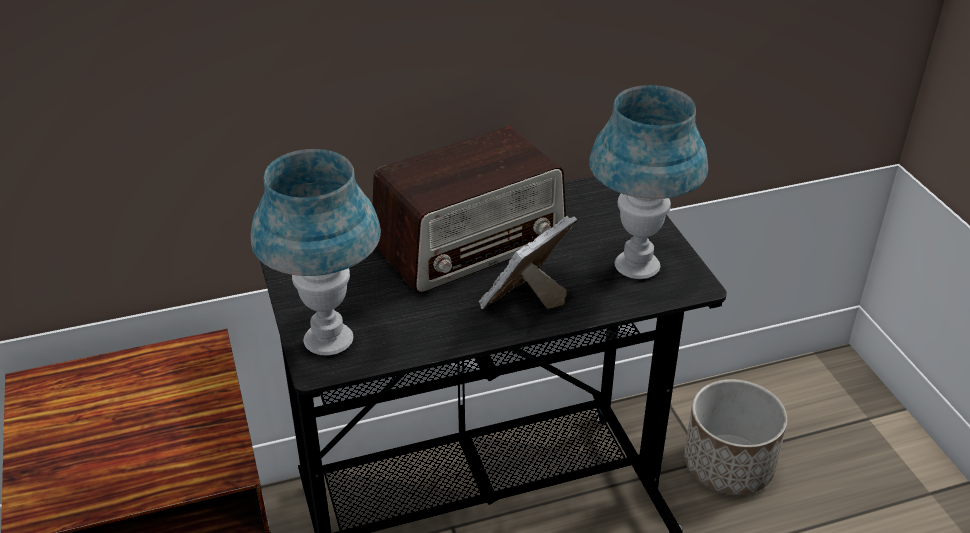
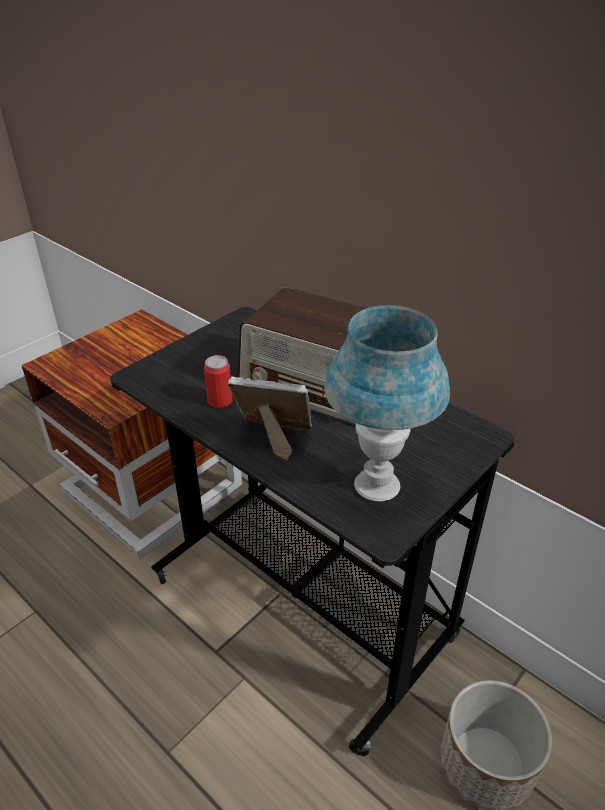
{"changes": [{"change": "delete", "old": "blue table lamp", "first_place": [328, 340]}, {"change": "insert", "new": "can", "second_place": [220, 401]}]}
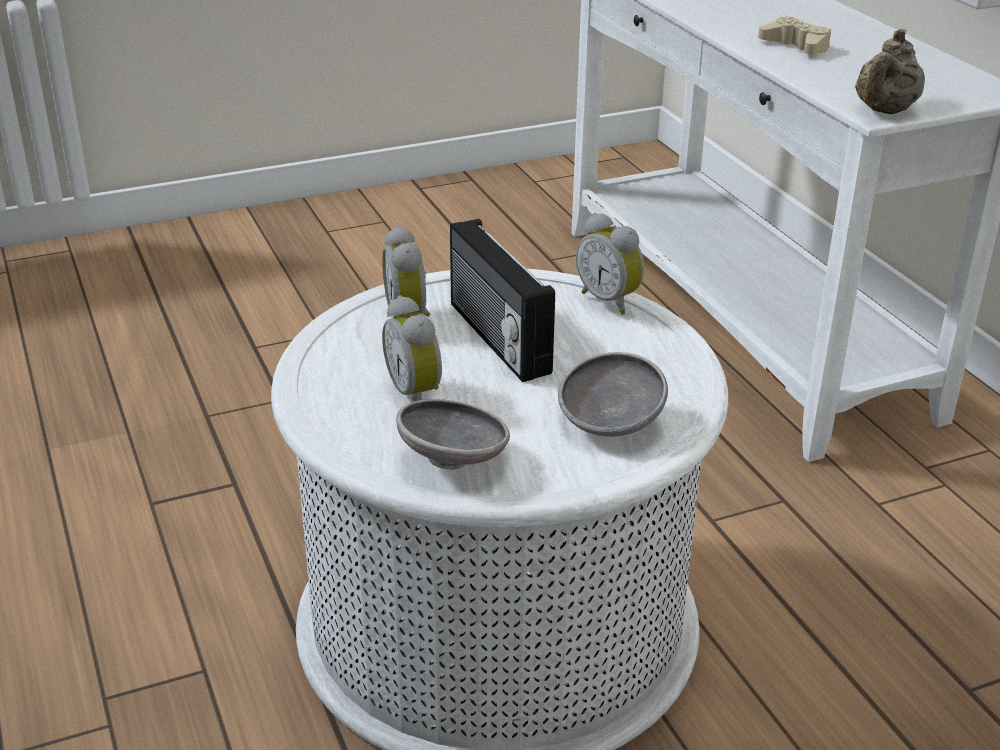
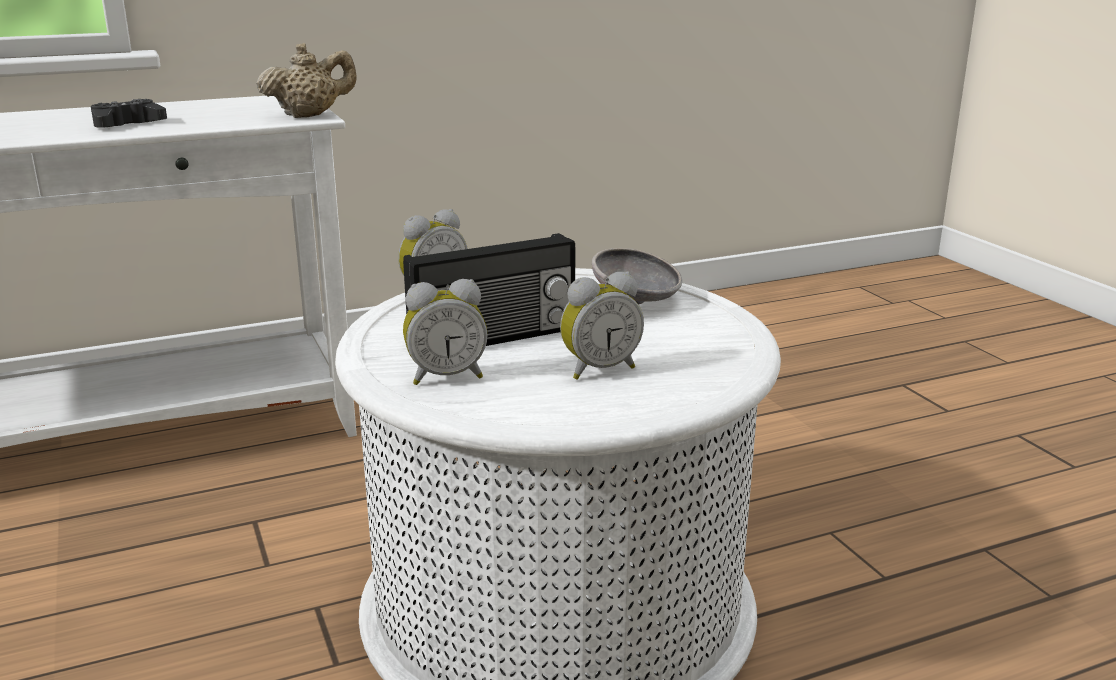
{"changes": [{"change": "delete", "old": "grey bowl", "first_place": [455, 459]}, {"change": "recolor", "old": "beige game controller", "new": "black game controller", "first_place": [796, 46], "second_place": [127, 124]}, {"change": "rotate", "old": "beige teapot", "first_place": [884, 111], "second_place": [310, 116], "degrees": -60}]}
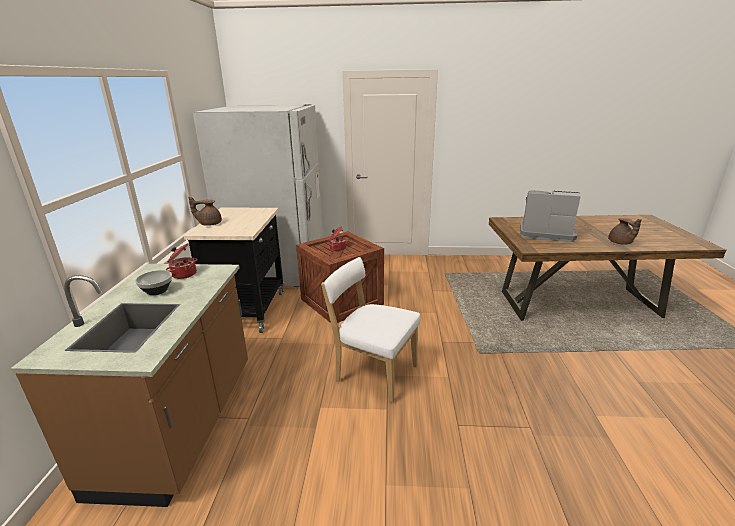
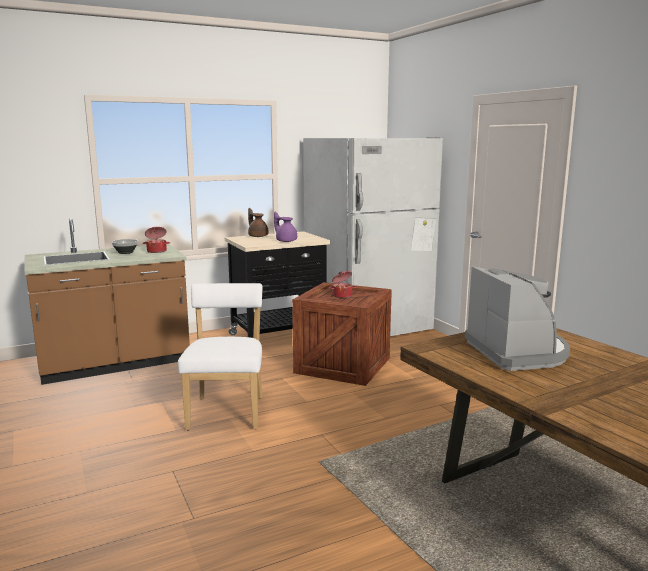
{"changes": [{"change": "delete", "old": "brown teapot", "first_place": [620, 243]}, {"change": "insert", "new": "purple teapot", "second_place": [285, 241]}]}
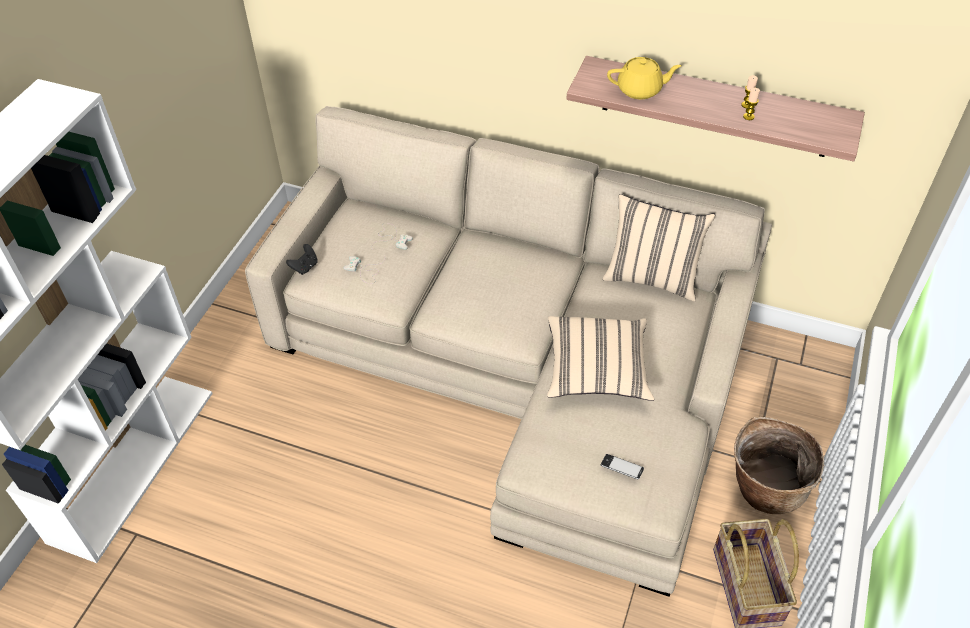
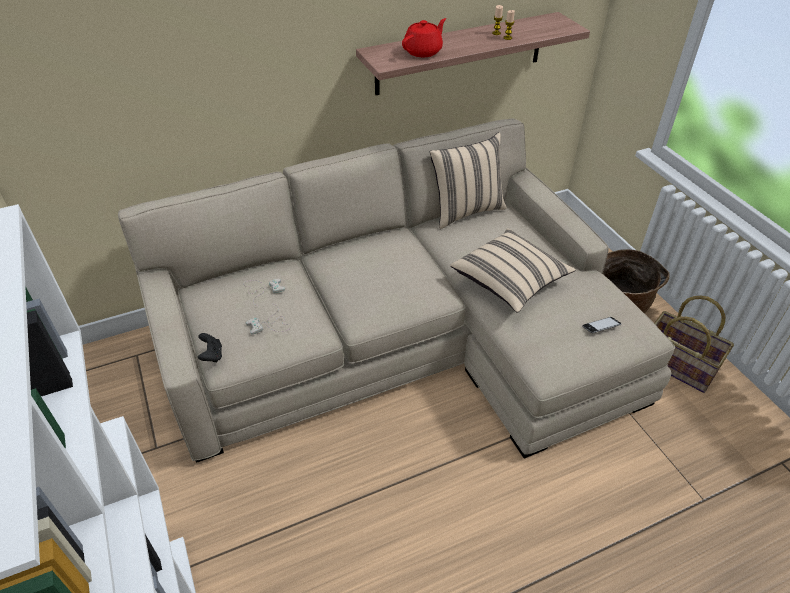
{"changes": [{"change": "recolor", "old": "yellow teapot", "new": "red teapot", "first_place": [640, 90], "second_place": [423, 51]}]}
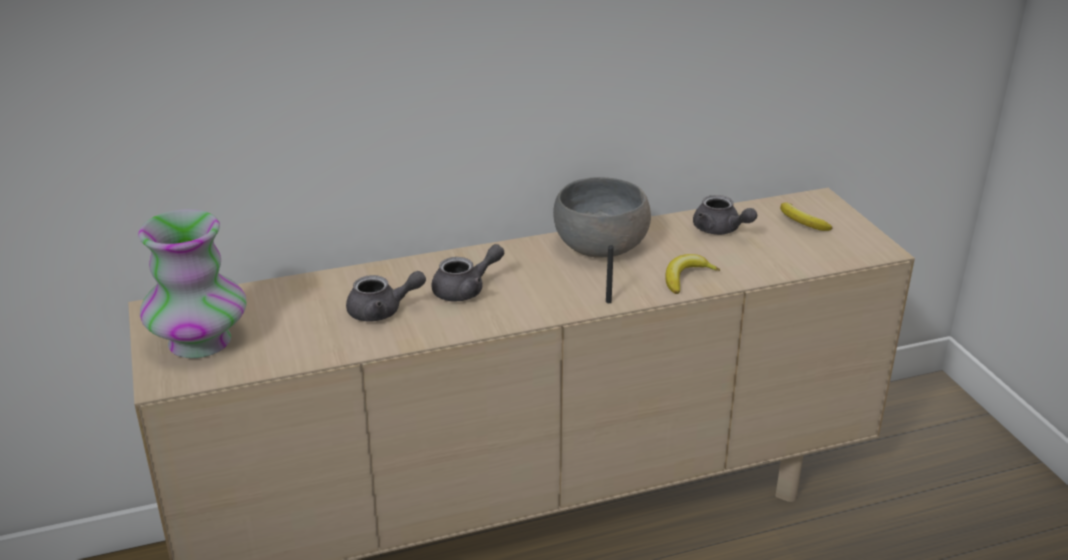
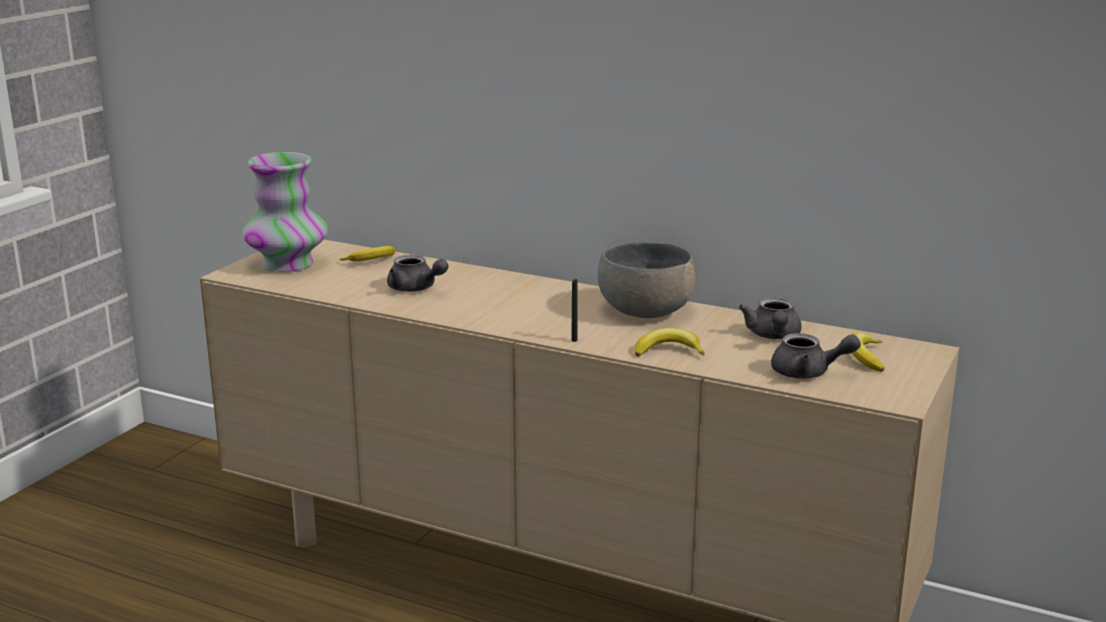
{"changes": [{"change": "move", "old": "grey teapot", "first_place": [466, 290], "second_place": [808, 373]}, {"change": "insert", "new": "banana", "second_place": [372, 261]}]}
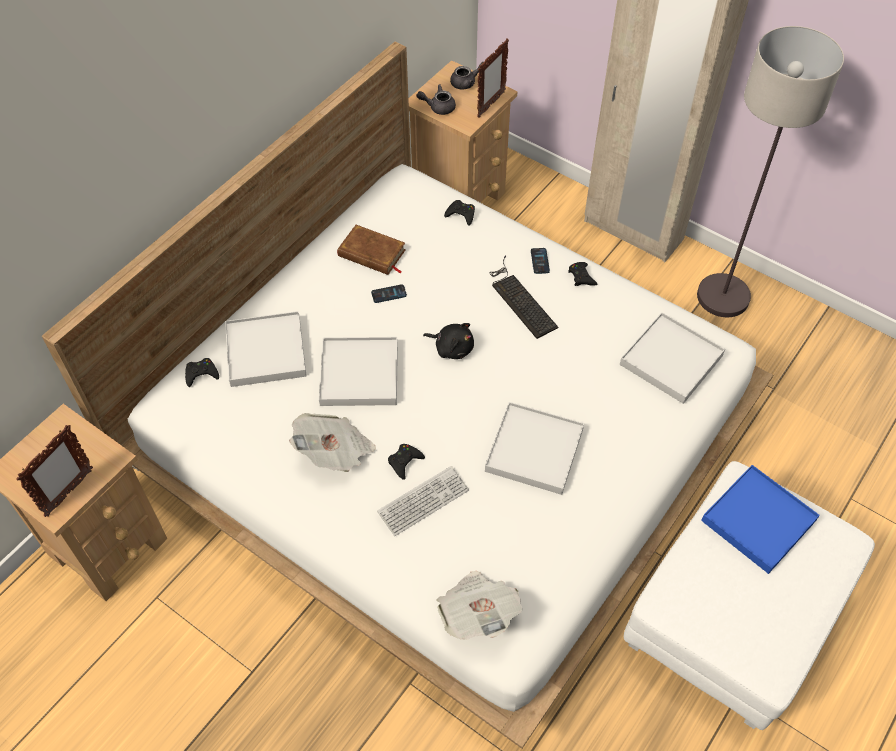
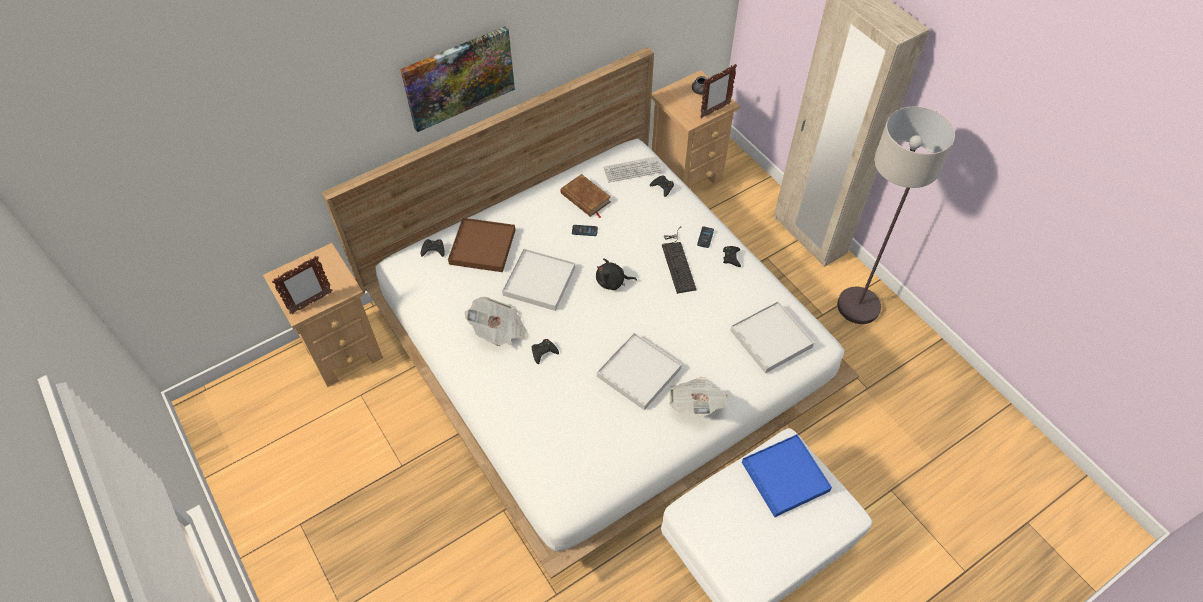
{"changes": [{"change": "recolor", "old": "white tray", "new": "brown tray", "first_place": [265, 351], "second_place": [482, 247]}, {"change": "move", "old": "keyboard", "first_place": [423, 501], "second_place": [632, 170]}, {"change": "delete", "old": "grey teapot", "first_place": [438, 107]}, {"change": "rotate", "old": "black plush toy", "first_place": [452, 348], "second_place": [612, 282], "degrees": 135}, {"change": "move", "old": "newspaper", "first_place": [477, 613], "second_place": [696, 403]}, {"change": "insert", "new": "picture", "second_place": [459, 77]}]}
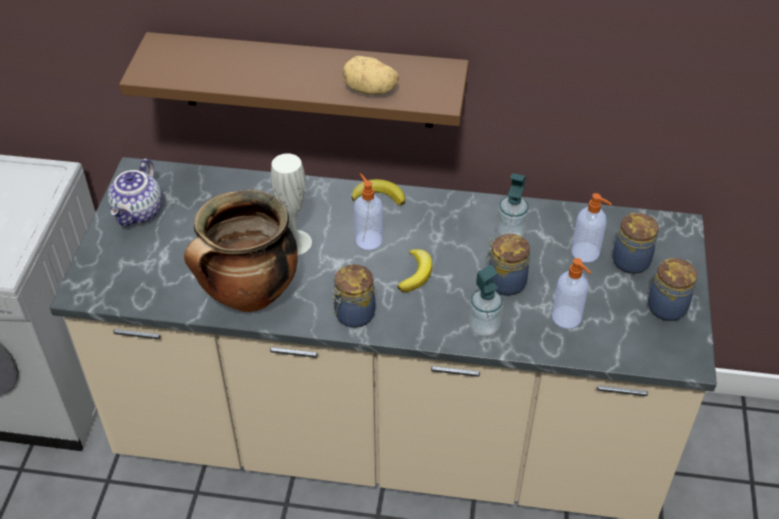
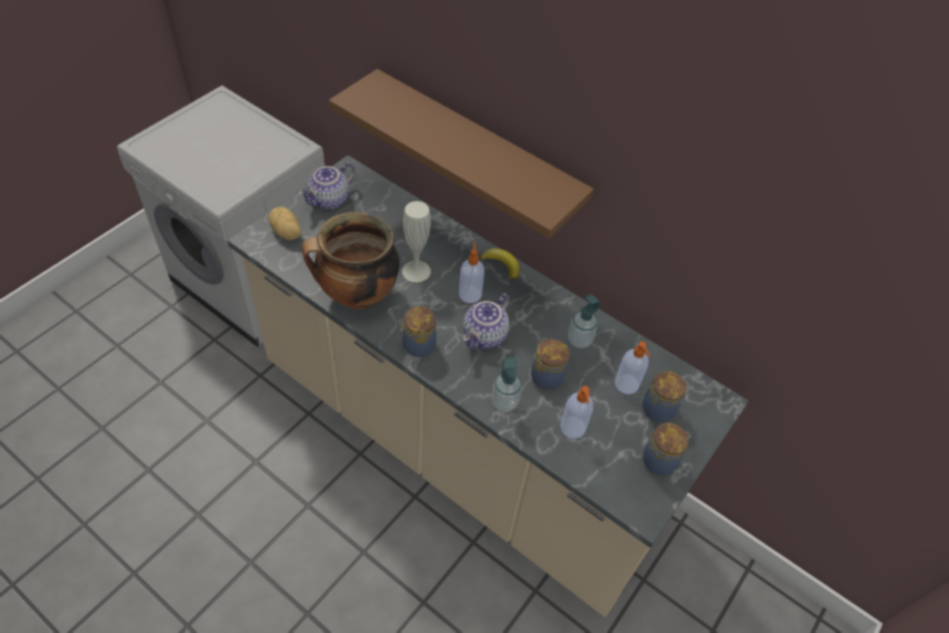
{"changes": [{"change": "move", "old": "potato", "first_place": [370, 91], "second_place": [286, 233]}, {"change": "replace", "old": "banana", "new": "teapot", "first_place": [416, 273], "second_place": [485, 336]}]}
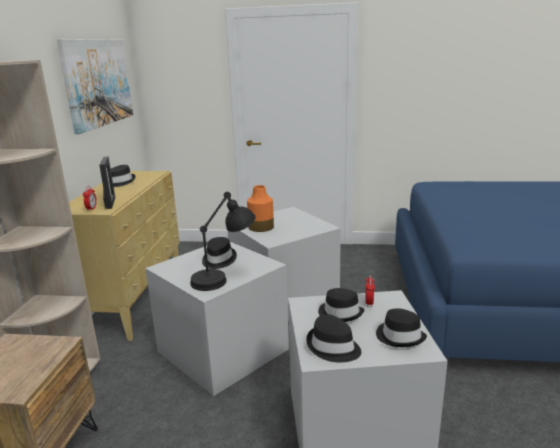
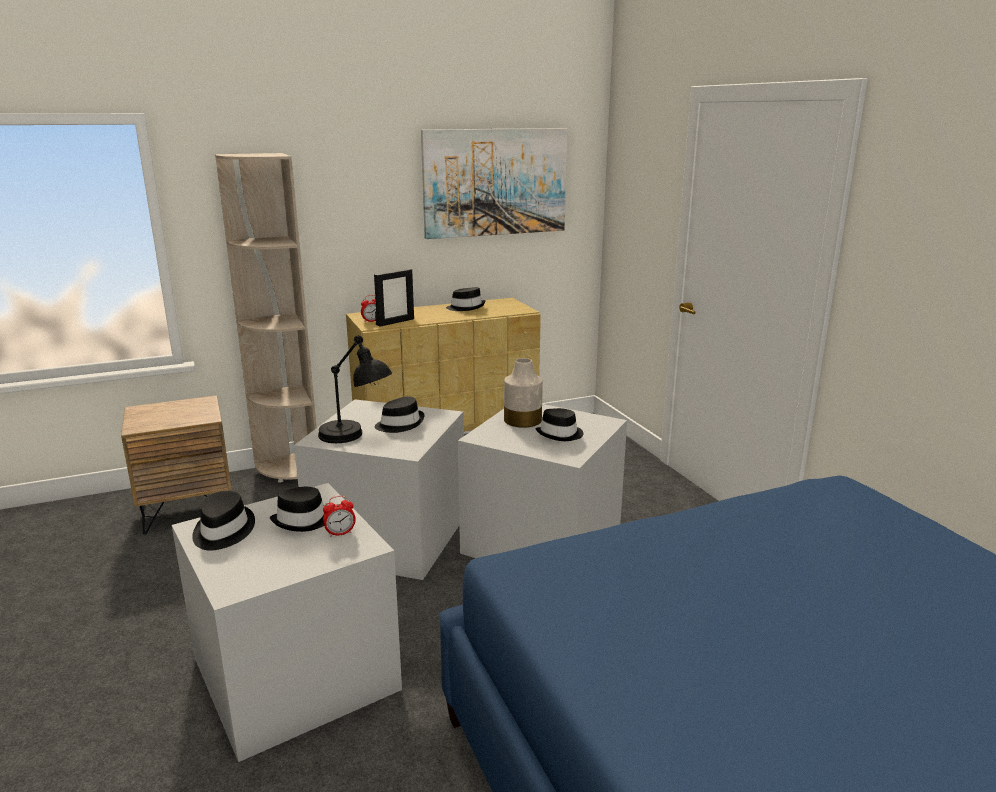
{"changes": [{"change": "recolor", "old": "orange vase", "new": "beige vase", "first_place": [261, 227], "second_place": [522, 420]}, {"change": "move", "old": "black hat", "first_place": [400, 336], "second_place": [560, 434]}]}
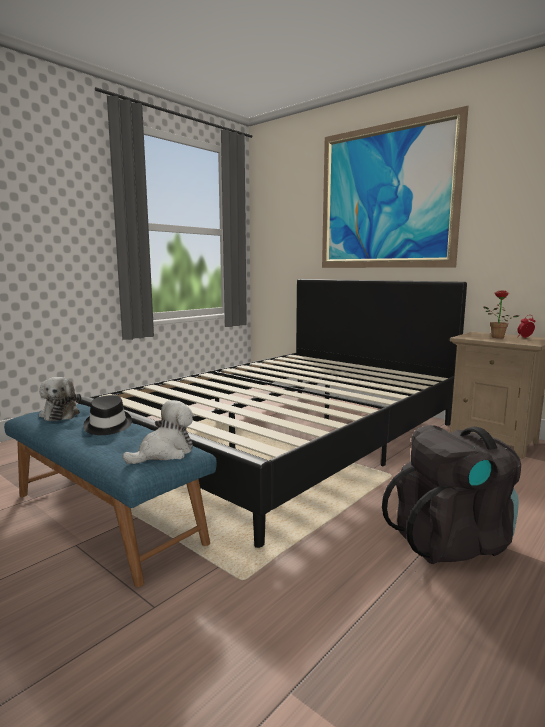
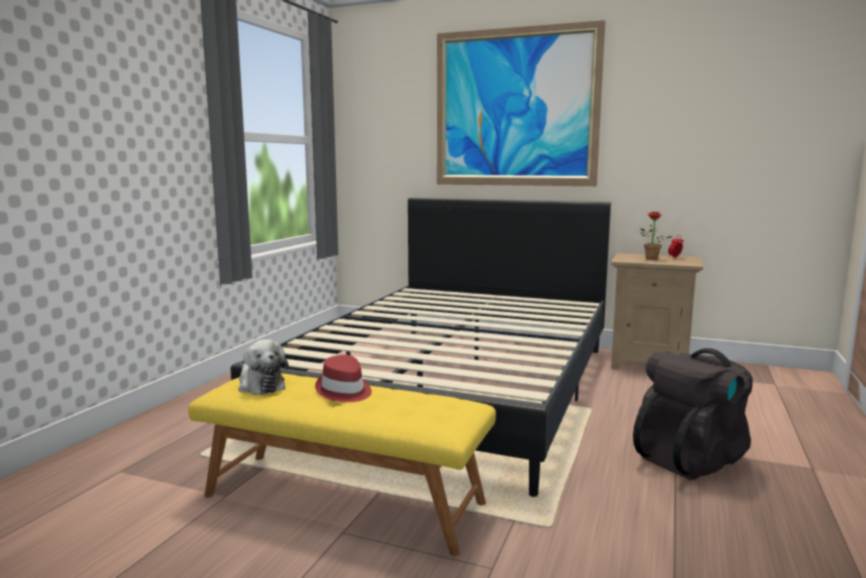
{"changes": [{"change": "recolor", "old": "blue bench", "new": "yellow bench", "first_place": [107, 517], "second_place": [344, 499]}, {"change": "recolor", "old": "black hat", "new": "red hat", "first_place": [107, 426], "second_place": [344, 391]}, {"change": "delete", "old": "plush toy", "first_place": [164, 453]}]}
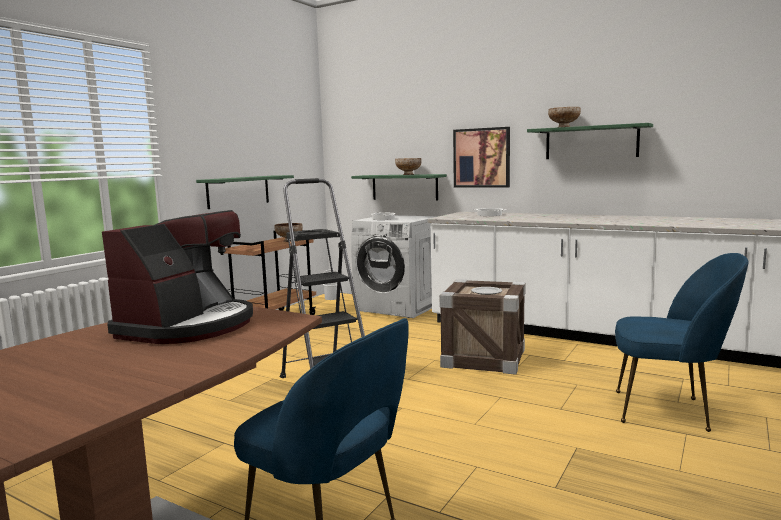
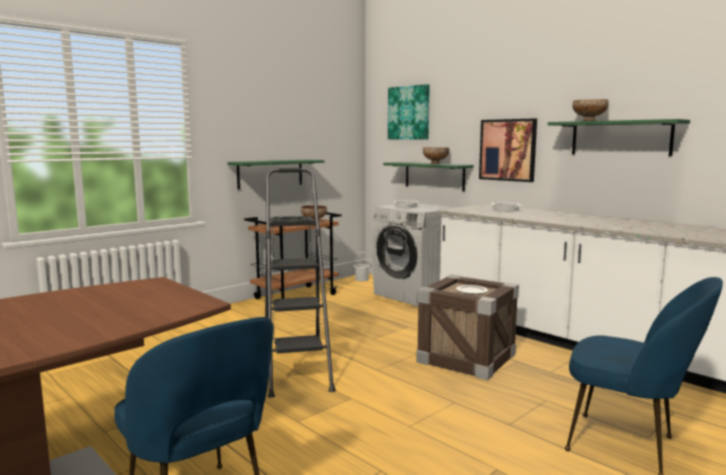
{"changes": [{"change": "delete", "old": "coffee machine", "first_place": [189, 326]}, {"change": "insert", "new": "picture", "second_place": [409, 113]}]}
